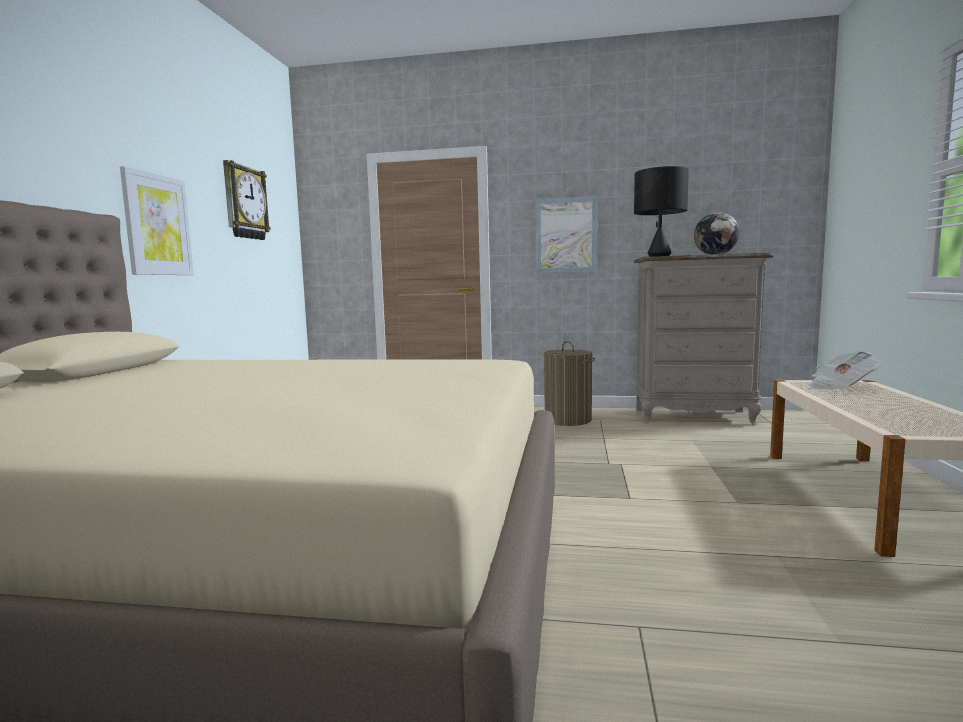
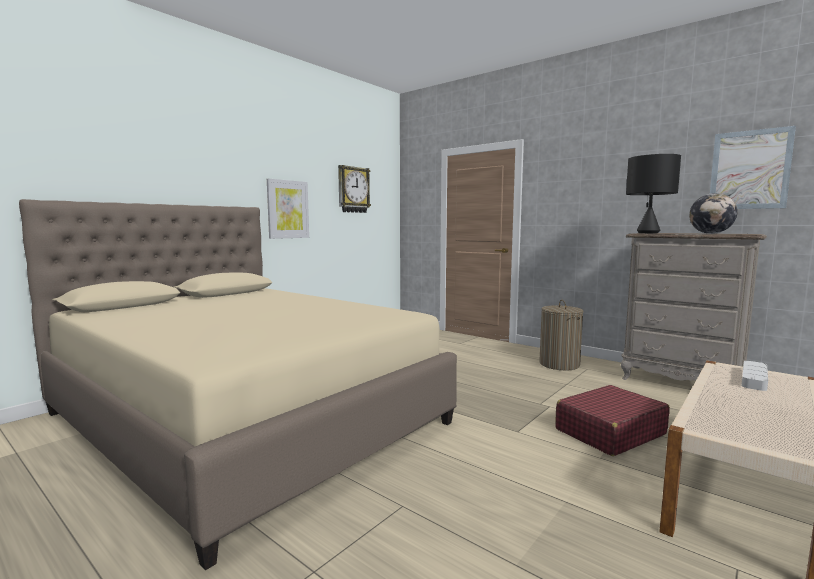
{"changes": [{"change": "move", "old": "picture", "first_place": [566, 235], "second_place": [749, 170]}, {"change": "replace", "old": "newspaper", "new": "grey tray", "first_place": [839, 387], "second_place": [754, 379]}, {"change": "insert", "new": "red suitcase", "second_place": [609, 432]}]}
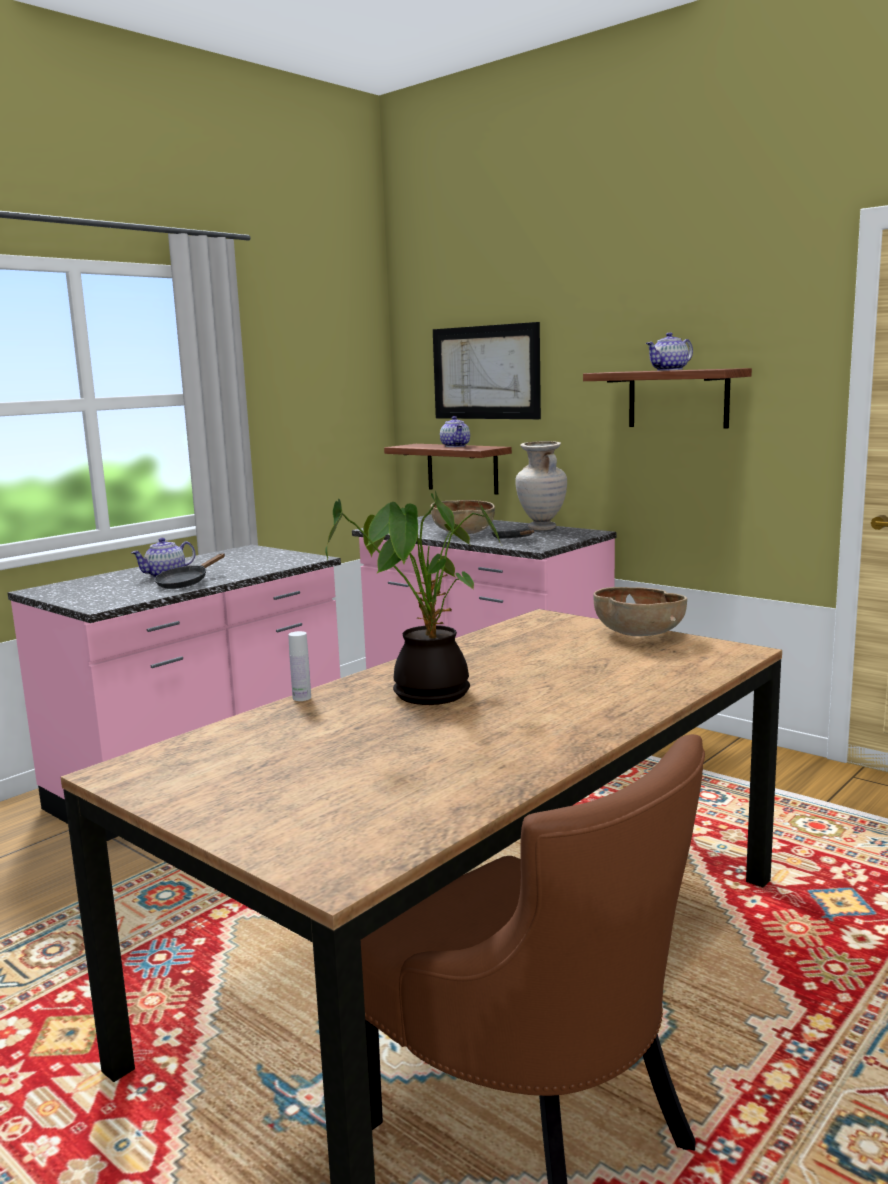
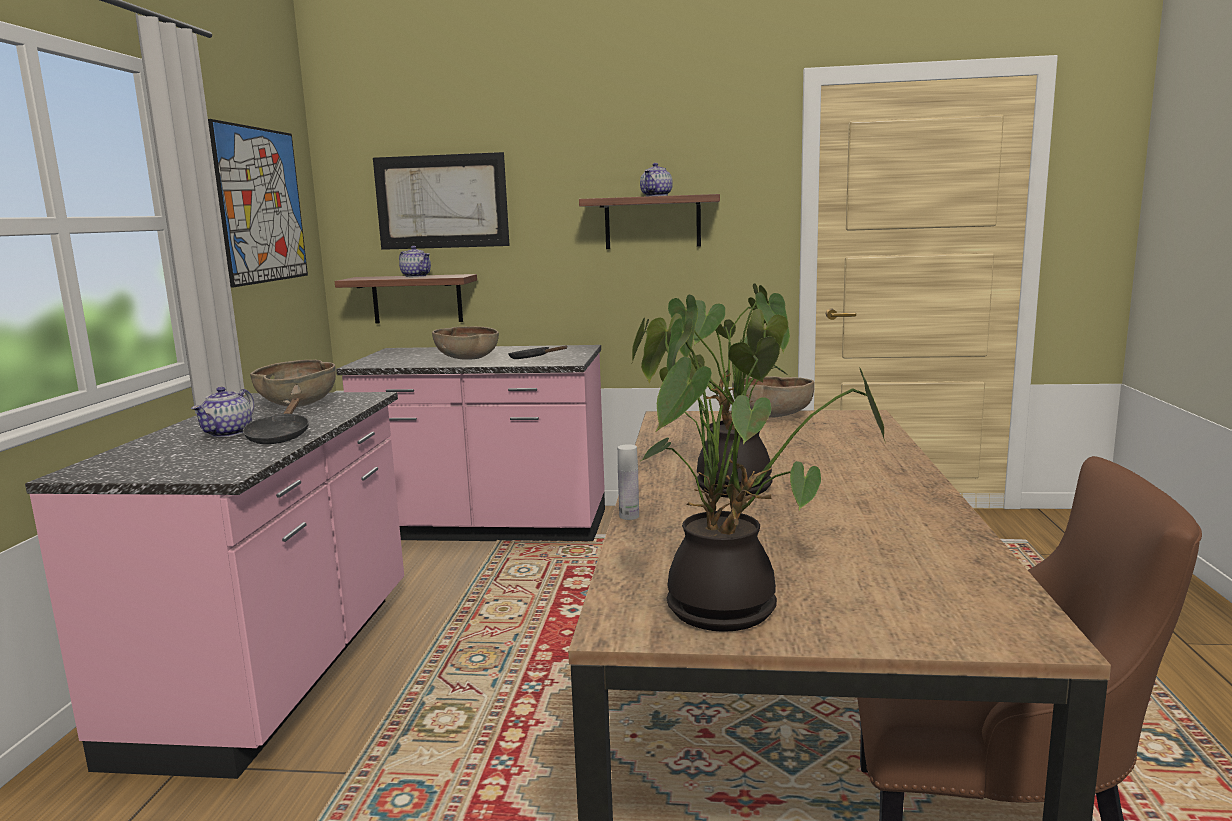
{"changes": [{"change": "delete", "old": "beige vase", "first_place": [541, 528]}, {"change": "insert", "new": "picture", "second_place": [261, 205]}, {"change": "insert", "new": "brown bowl", "second_place": [298, 404]}, {"change": "insert", "new": "potted plant", "second_place": [731, 609]}]}
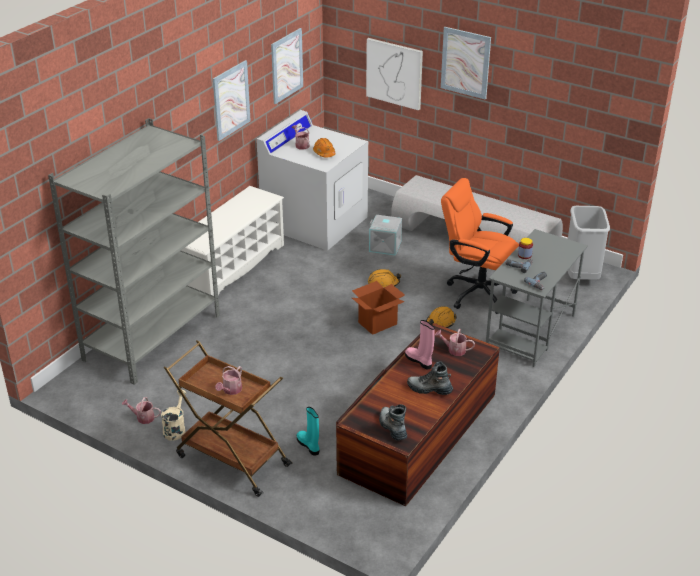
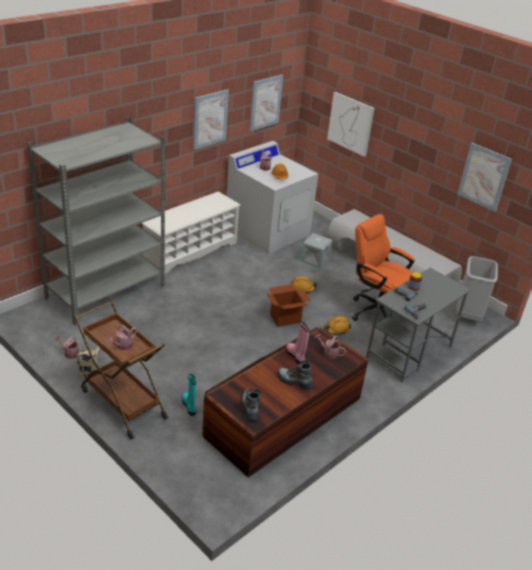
{"changes": [{"change": "move", "old": "picture", "first_place": [465, 62], "second_place": [484, 177]}]}
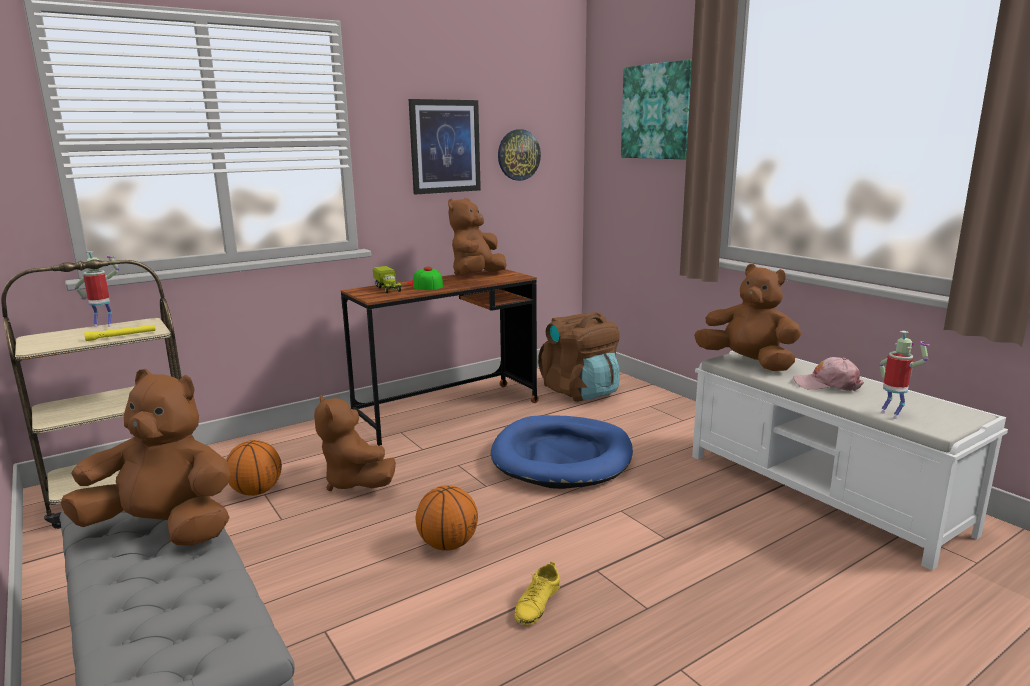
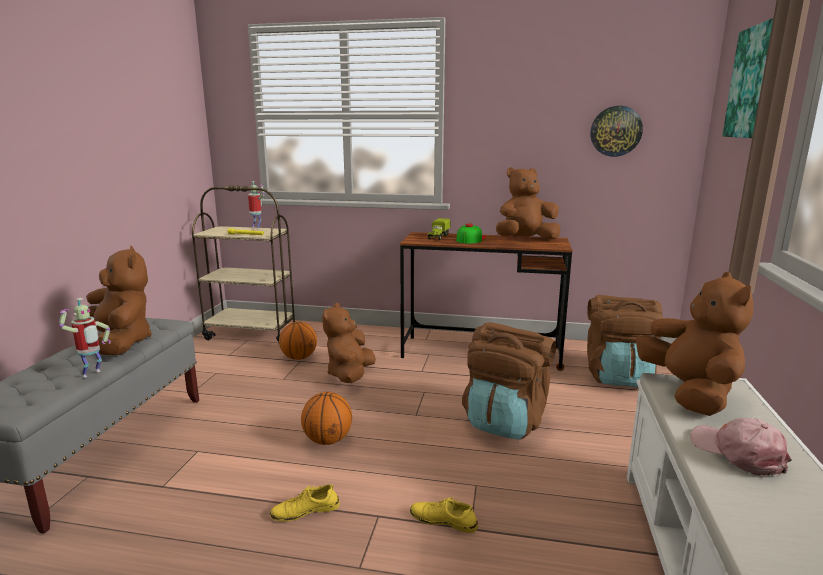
{"changes": [{"change": "delete", "old": "picture", "first_place": [445, 146]}, {"change": "replace", "old": "blue dog bed", "new": "brown backpack", "first_place": [562, 457], "second_place": [506, 420]}, {"change": "move", "old": "toy robot", "first_place": [892, 415], "second_place": [92, 374]}, {"change": "insert", "new": "yellow shoe", "second_place": [443, 520]}]}
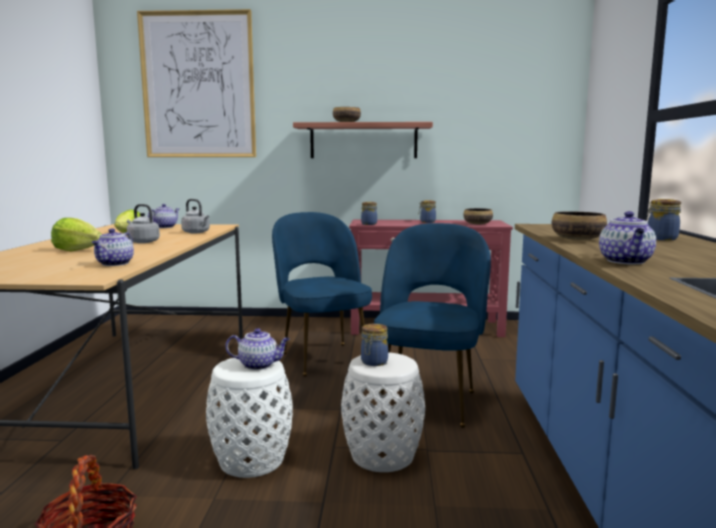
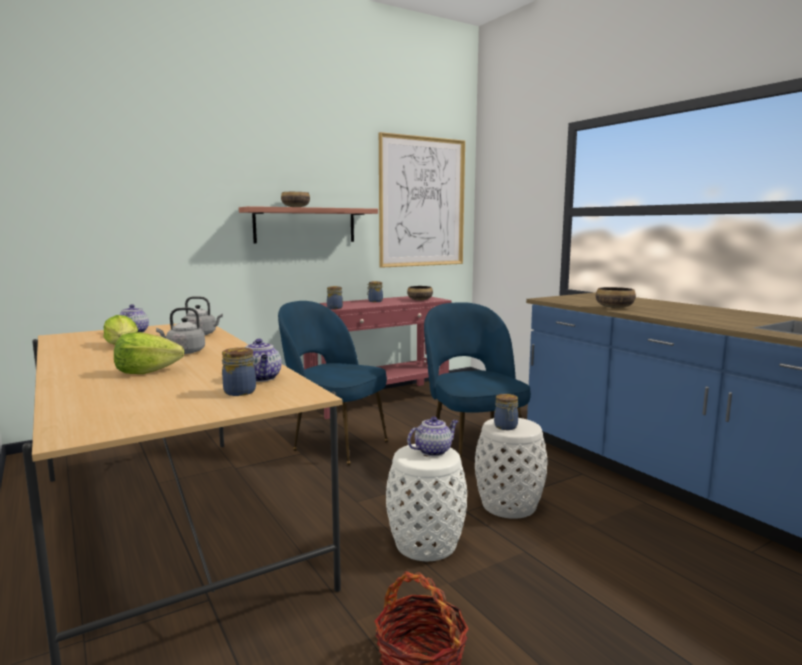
{"changes": [{"change": "move", "old": "picture", "first_place": [198, 85], "second_place": [422, 202]}, {"change": "delete", "old": "teapot", "first_place": [626, 261]}, {"change": "move", "old": "jar", "first_place": [660, 238], "second_place": [238, 391]}]}
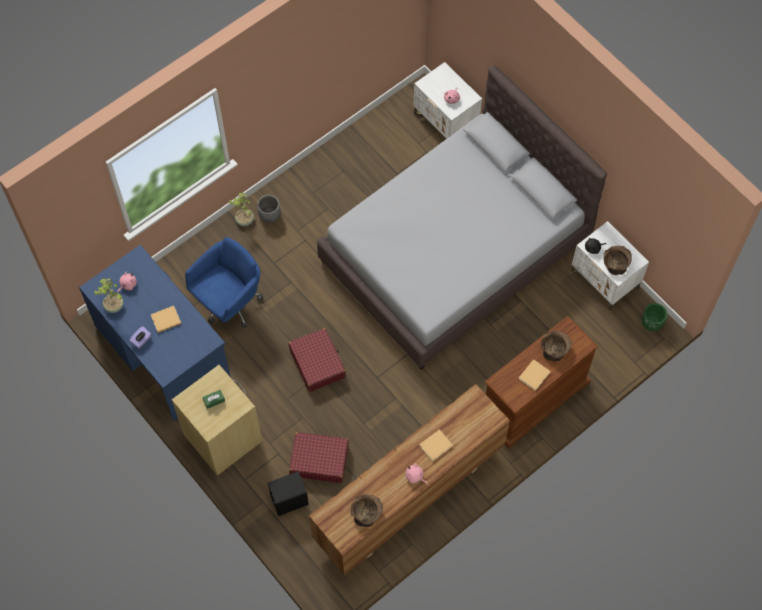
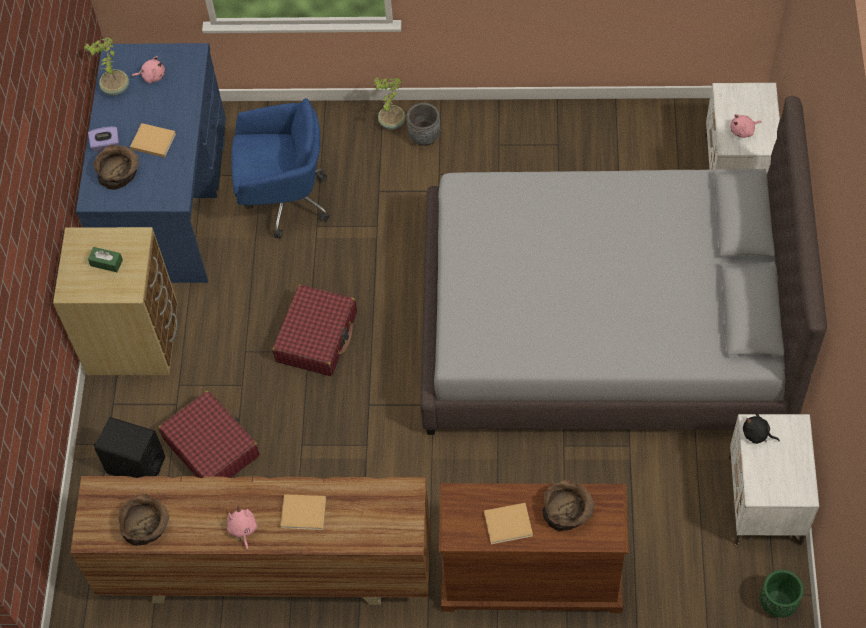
{"changes": [{"change": "move", "old": "brown bowl", "first_place": [616, 263], "second_place": [119, 173]}]}
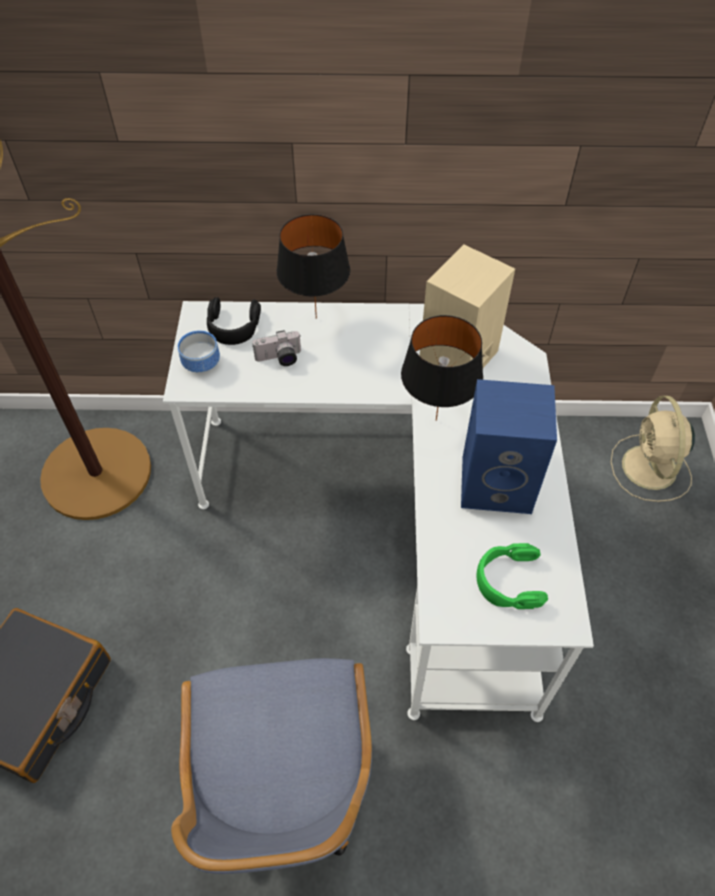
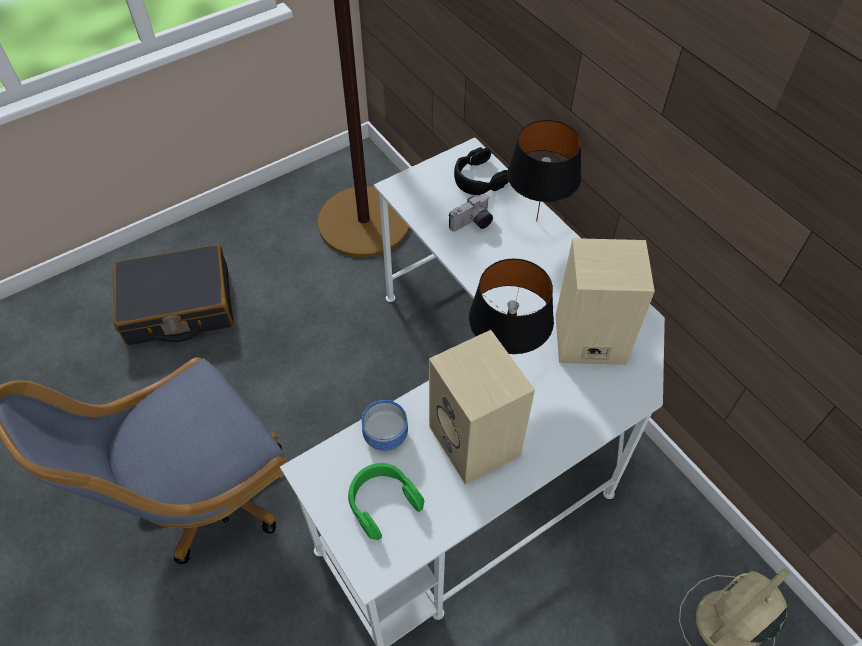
{"changes": [{"change": "move", "old": "bowl", "first_place": [202, 364], "second_place": [384, 436]}, {"change": "rotate", "old": "photo camera", "first_place": [279, 359], "second_place": [472, 224], "degrees": -75}, {"change": "recolor", "old": "blue speaker", "new": "beige speaker", "first_place": [498, 483], "second_place": [477, 442]}]}
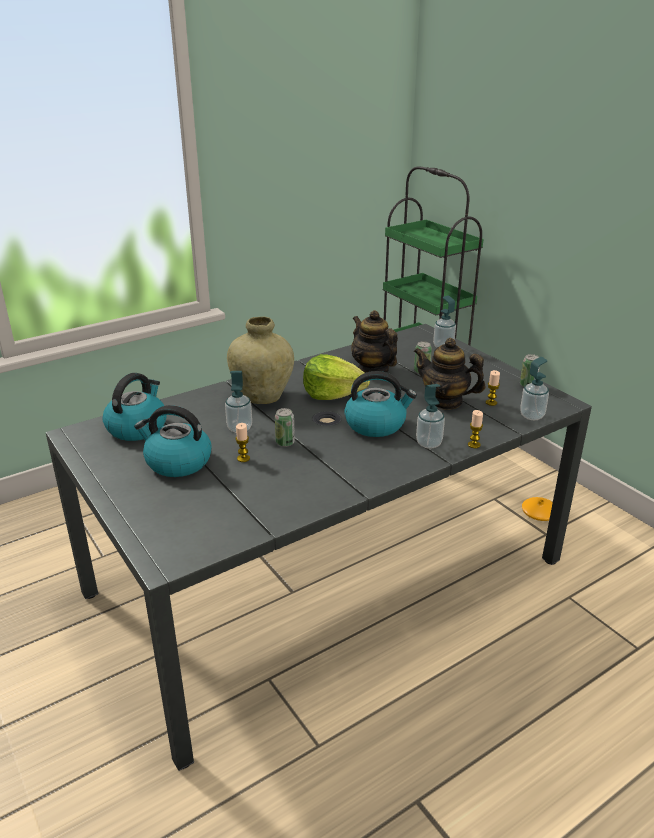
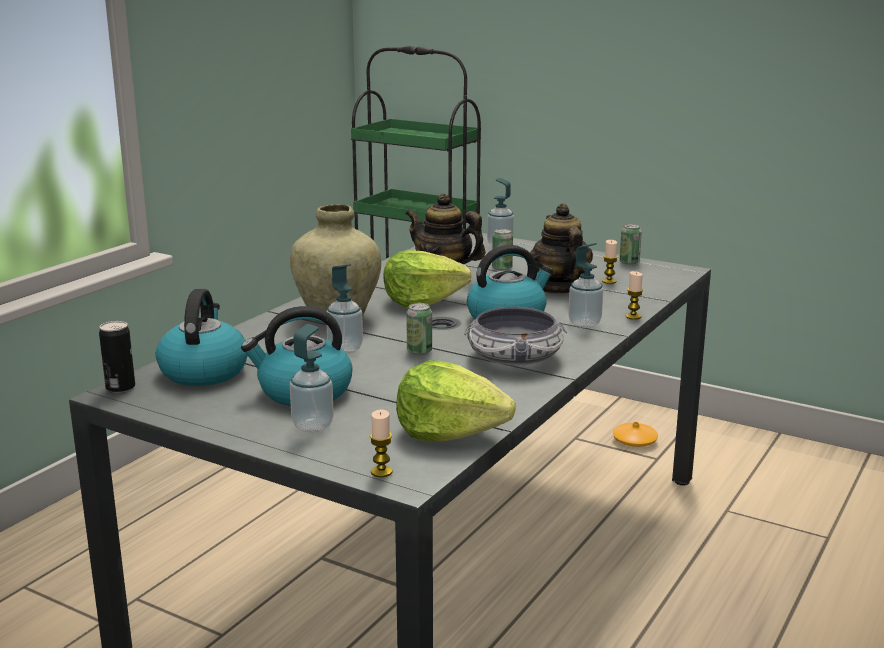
{"changes": [{"change": "move", "old": "candle", "first_place": [243, 458], "second_place": [381, 472]}, {"change": "rotate", "old": "teapot", "first_place": [445, 401], "second_place": [559, 288], "degrees": 75}, {"change": "move", "old": "soap dispenser", "first_place": [532, 416], "second_place": [312, 426]}, {"change": "insert", "new": "can", "second_place": [120, 387]}, {"change": "insert", "new": "lettuce", "second_place": [449, 432]}, {"change": "insert", "new": "bowl", "second_place": [514, 358]}]}
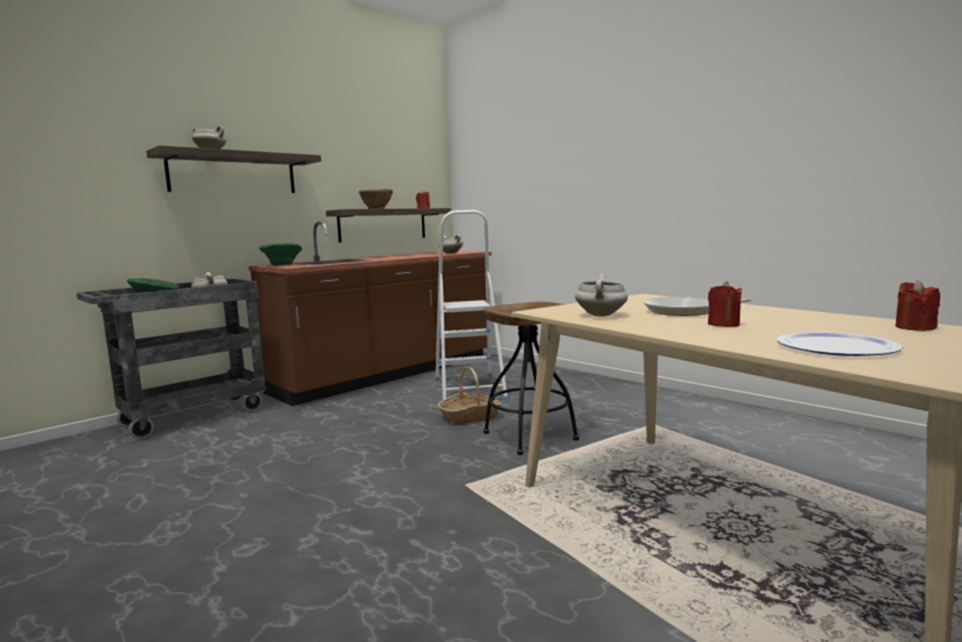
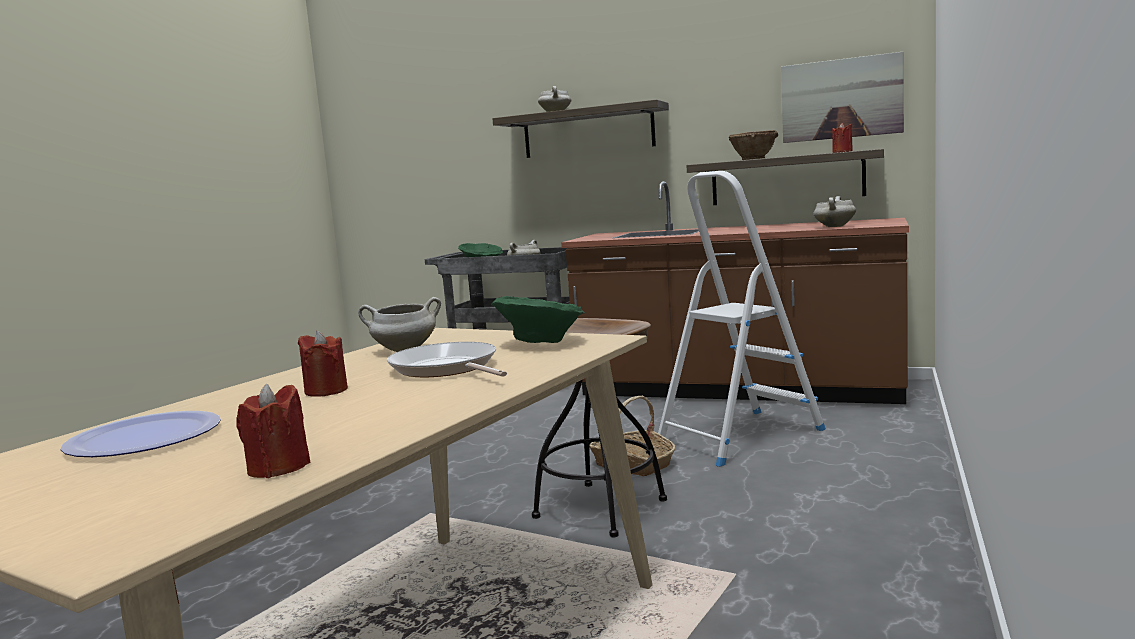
{"changes": [{"change": "move", "old": "green bowl", "first_place": [282, 265], "second_place": [541, 343]}, {"change": "insert", "new": "picture", "second_place": [841, 99]}]}
